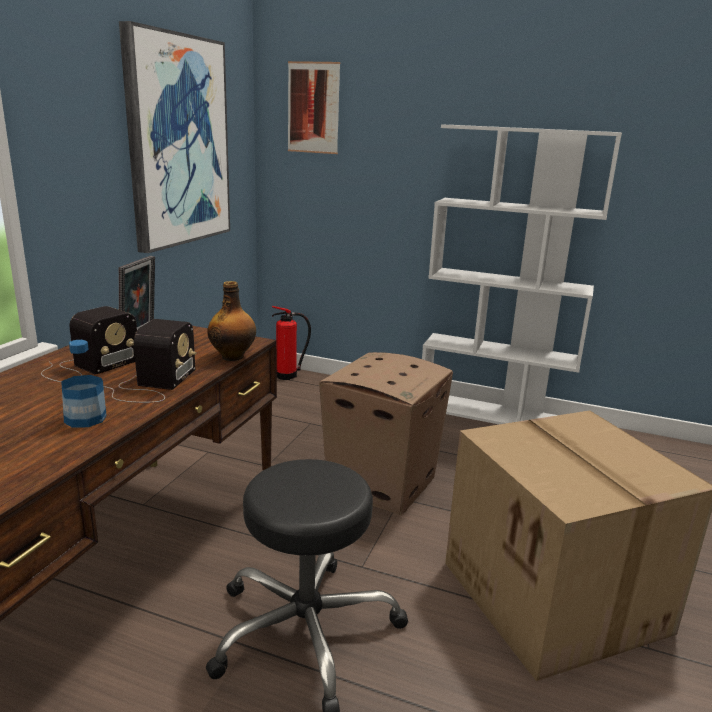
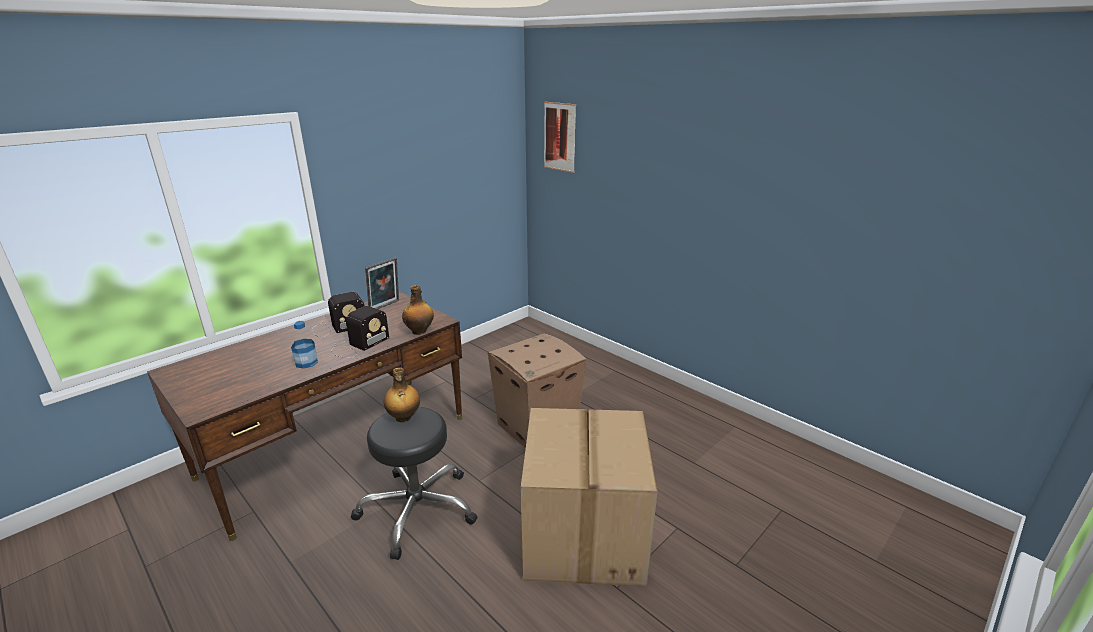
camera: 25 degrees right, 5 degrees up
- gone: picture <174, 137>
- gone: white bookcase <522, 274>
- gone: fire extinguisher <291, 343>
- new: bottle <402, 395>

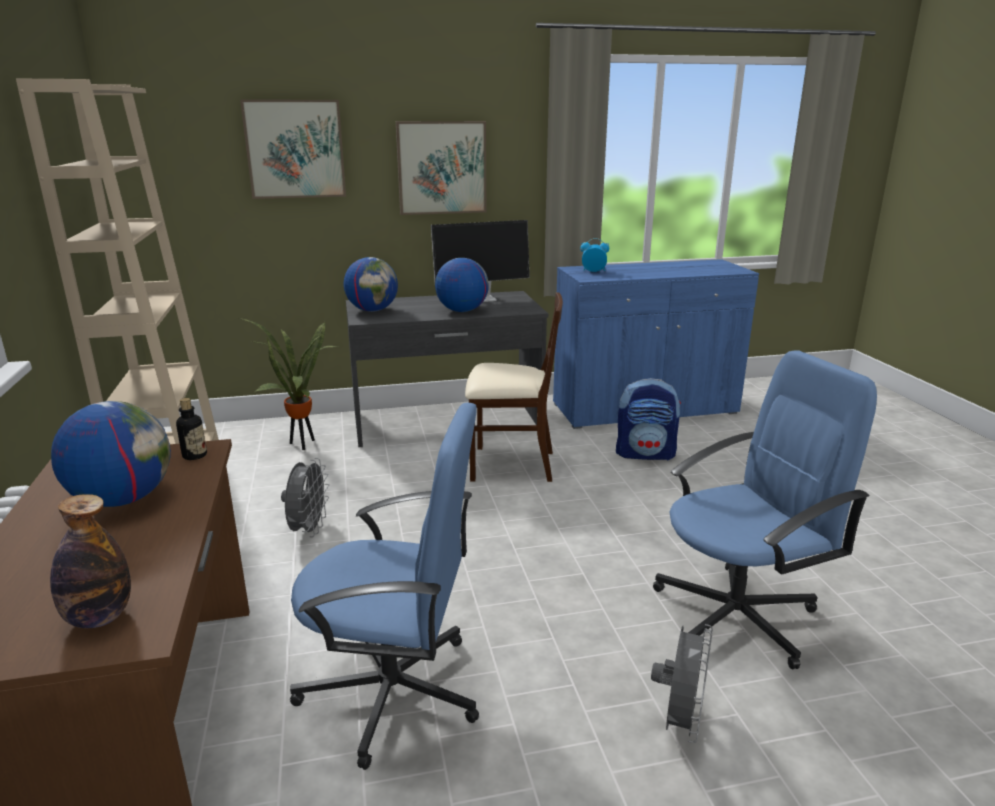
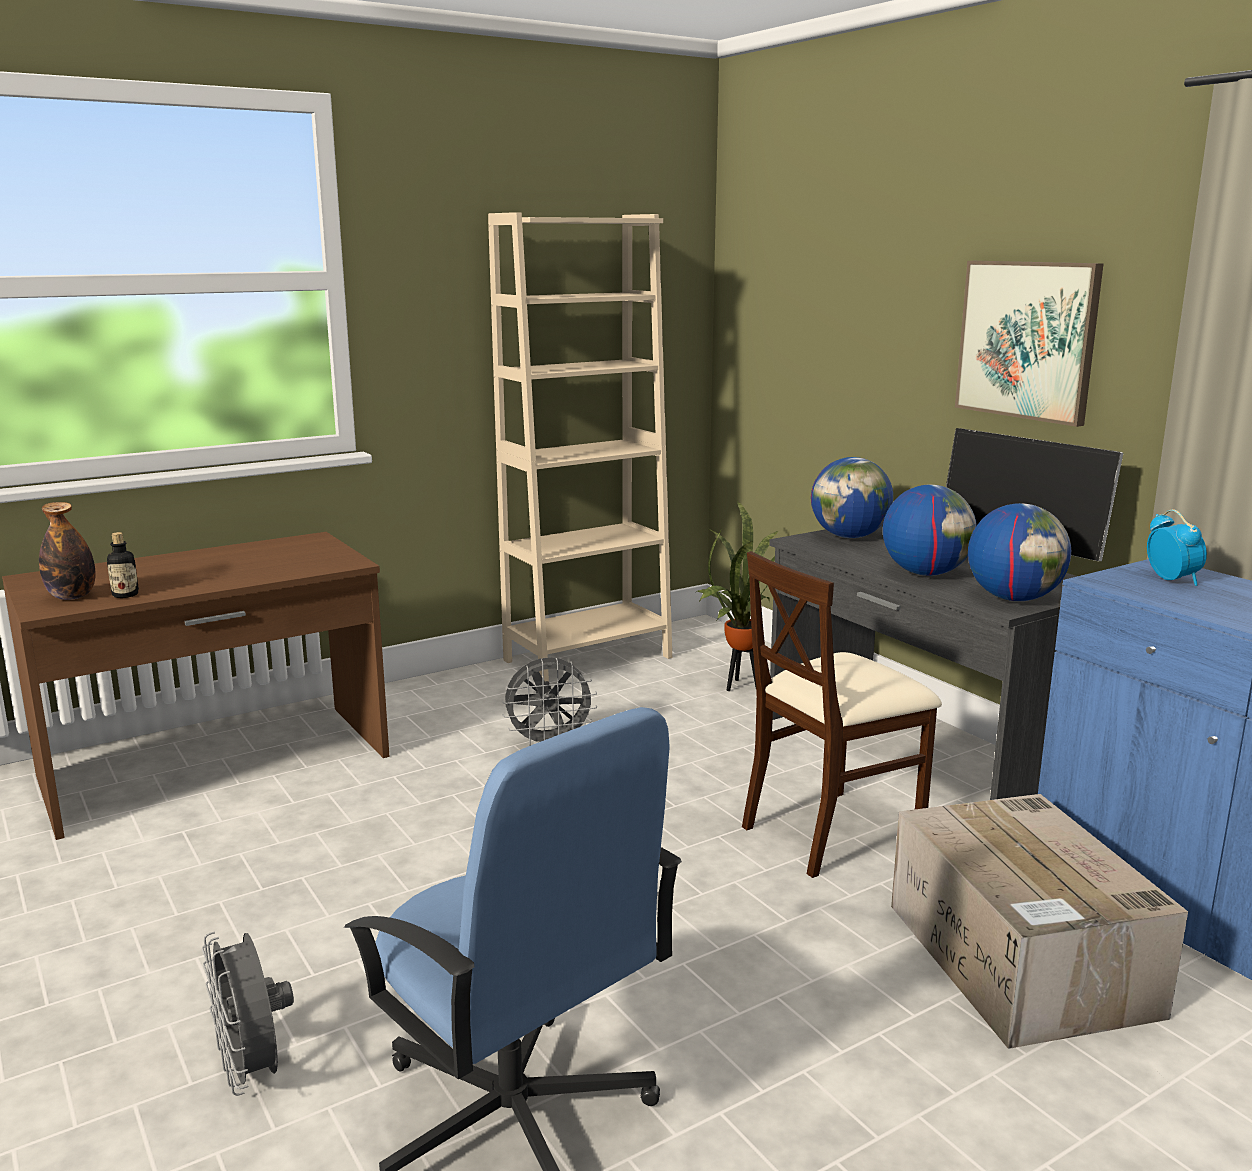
camera: 70 degrees right, 5 degrees down
- gone: picture <293, 149>
- rotated: beige chair <514, 387> = <842, 714> 75 degrees clockwise
- swapped: backpack <648, 419> to cardboard box <1039, 921>
- shifted: bottle <191, 429> to <123, 565>
- shifted: globe <111, 454> to <1019, 552>
- gone: blue office chair <384, 586>
- rotated: grey fan <682, 683> = <248, 1013> 60 degrees clockwise

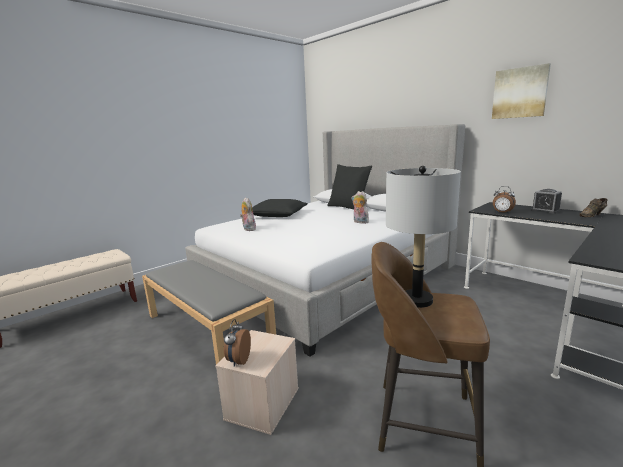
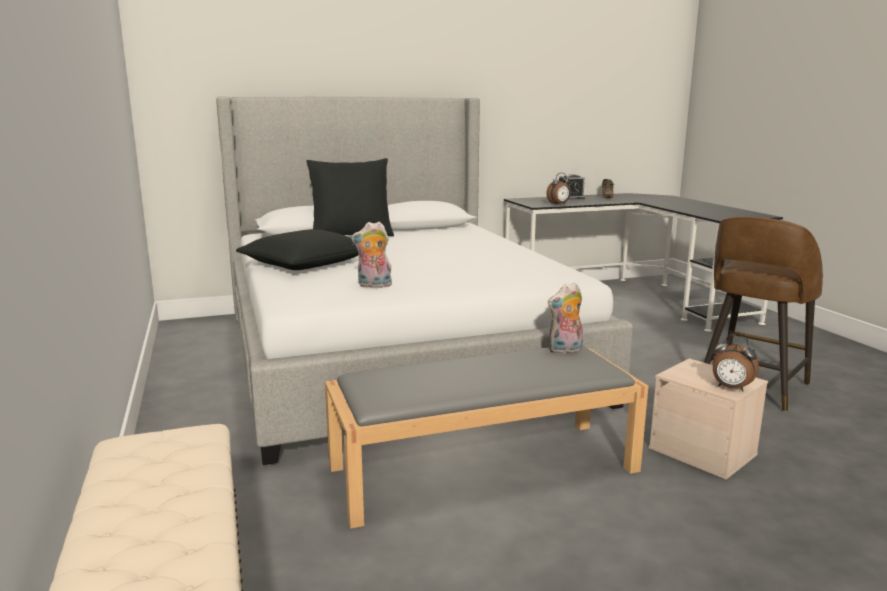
camera: 65 degrees left, 0 degrees up
- gone: picture <521, 91>
- gone: grey table lamp <423, 237>
- shifted: plush toy <360, 207> to <565, 318>

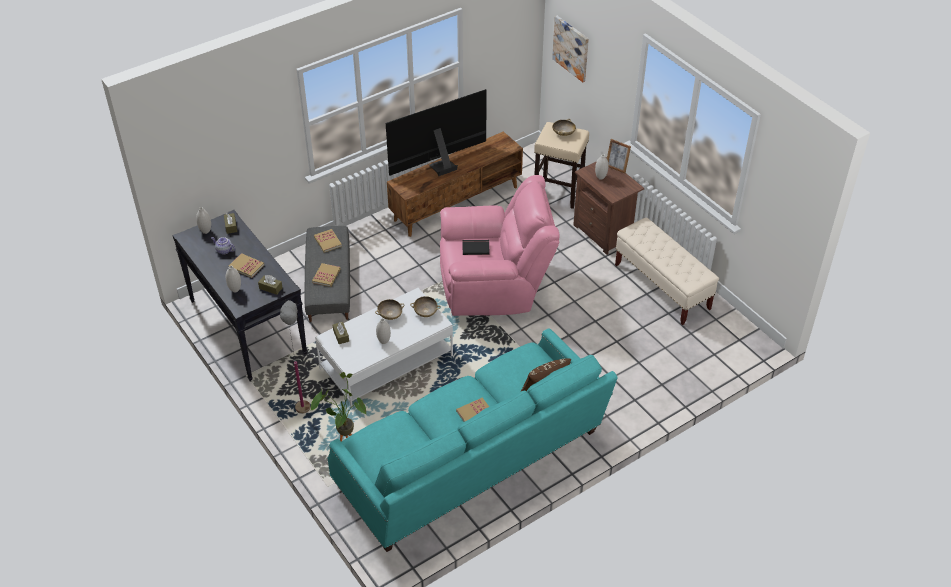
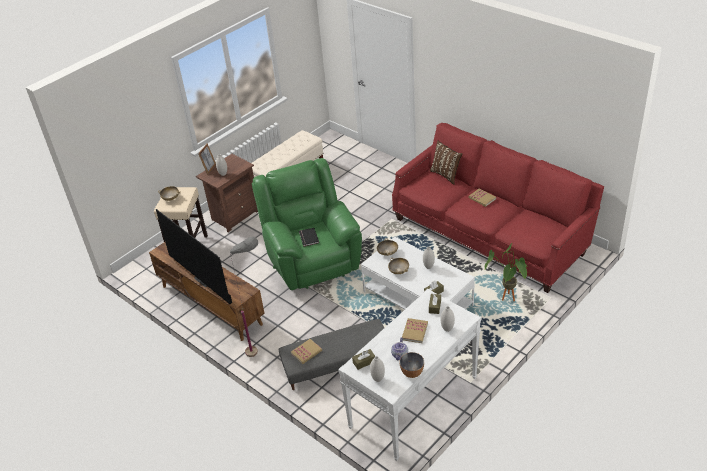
camera: 100 degrees left, 5 degrees down
- gone: picture <570, 49>
- repainted: pink armchair <500, 245> to green armchair <307, 224>
- repainted: black console table <239, 295> to white console table <409, 375>
- gone: book <326, 275>
- shifted: grey floor lamp <295, 357> to <244, 297>
- repainted: turquoise sofa <472, 440> to red sofa <498, 208>
- new: bowl <411, 365>

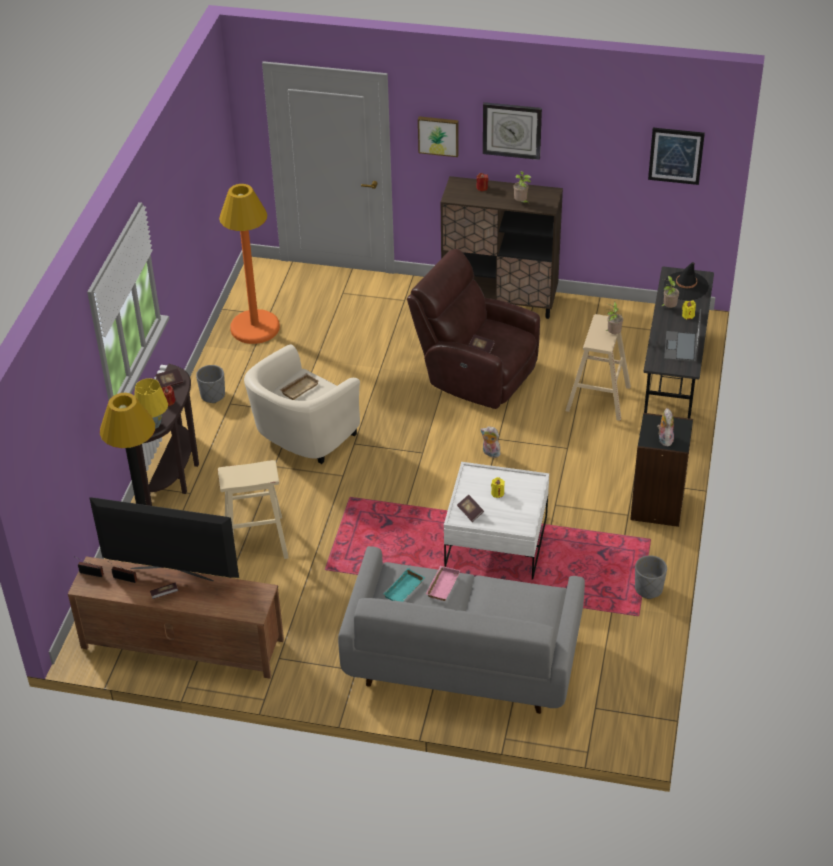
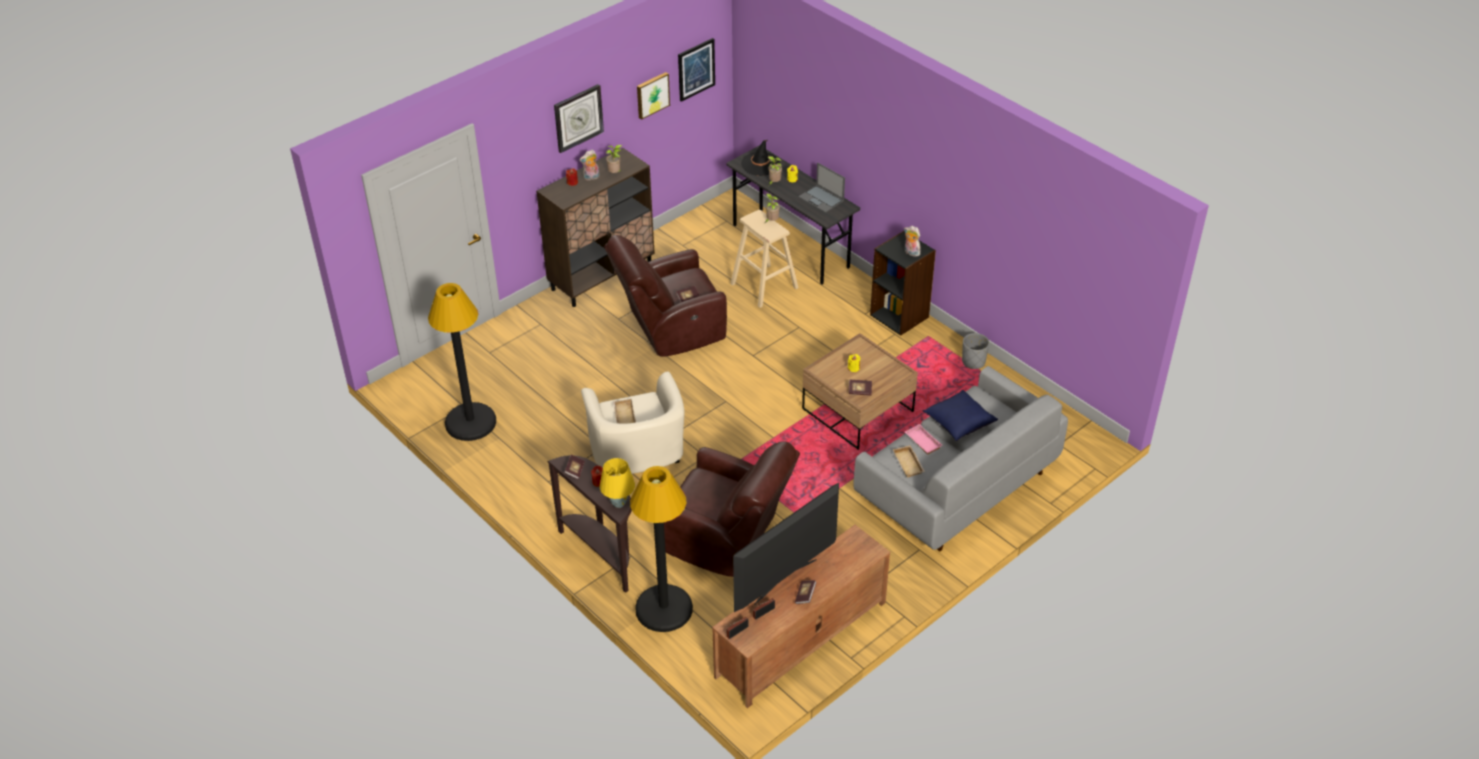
camera: 55 degrees left, 0 degrees up
- shifted: picture <438, 136> to <653, 96>
- repainted: orange floor lamp <249, 264> to black floor lamp <462, 362>
- gone: grey planter <210, 384>
- shifted: plush toy <490, 442> to <589, 165>
- swapped: beige stool <253, 509> to brown armchair <732, 509>
- repainted: white coffee table <496, 520> to brown coffee table <860, 391>
- repainted: turquoise tray <404, 585> to beige tray <909, 461>
- new: blue pillow <960, 415>

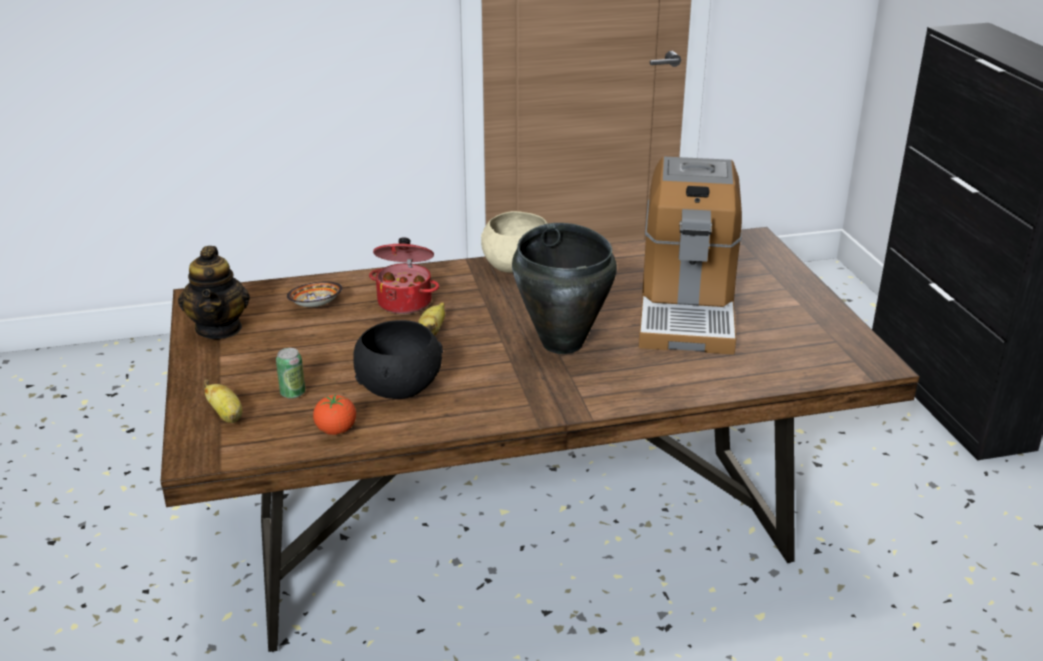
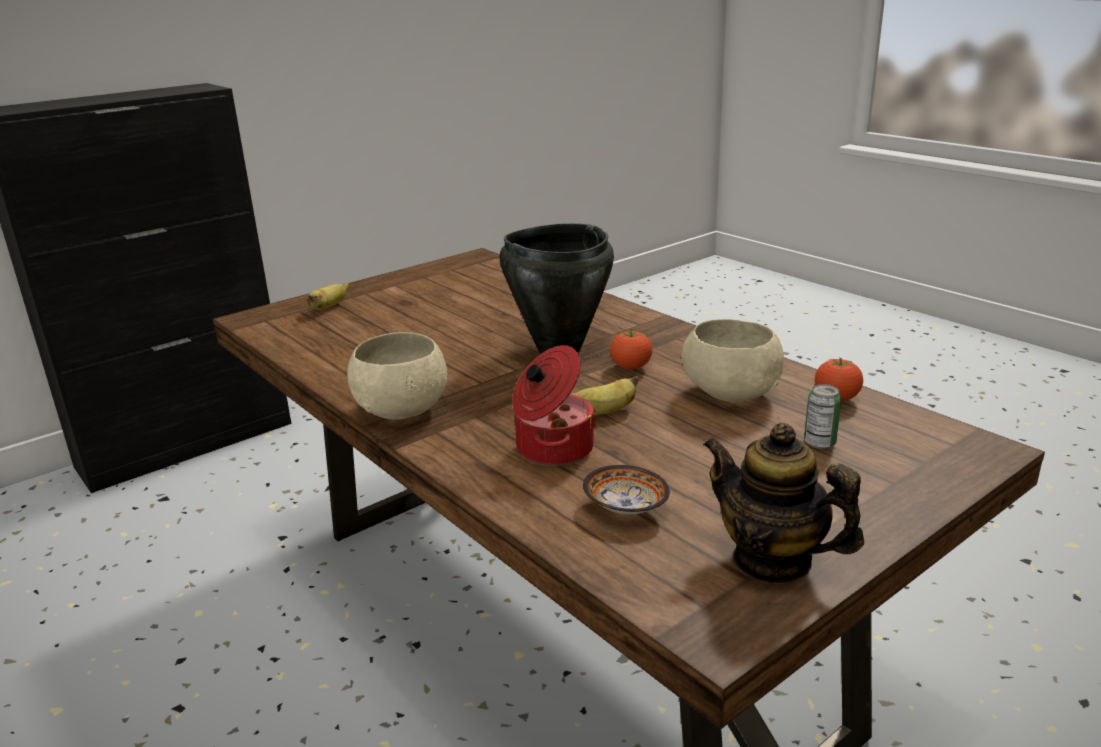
camera: 115 degrees left, 5 degrees down
- gone: coffee machine <690, 256>
- rotated: teapot <214, 292> = <783, 503> 105 degrees counterclockwise
- repainted: black bowl <398, 359> to beige bowl <732, 361>
- shifted: banana <222, 401> to <328, 296>
- new: tomato <631, 350>

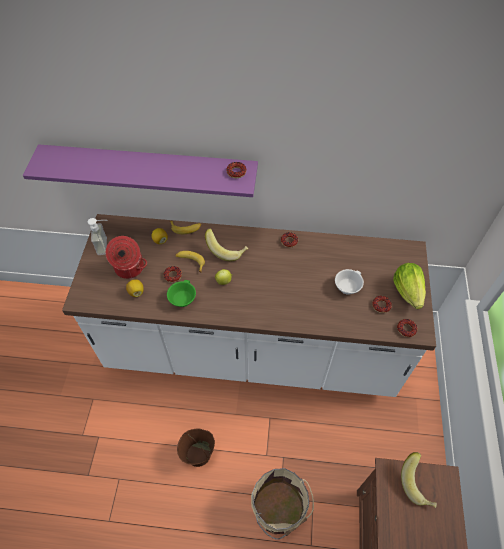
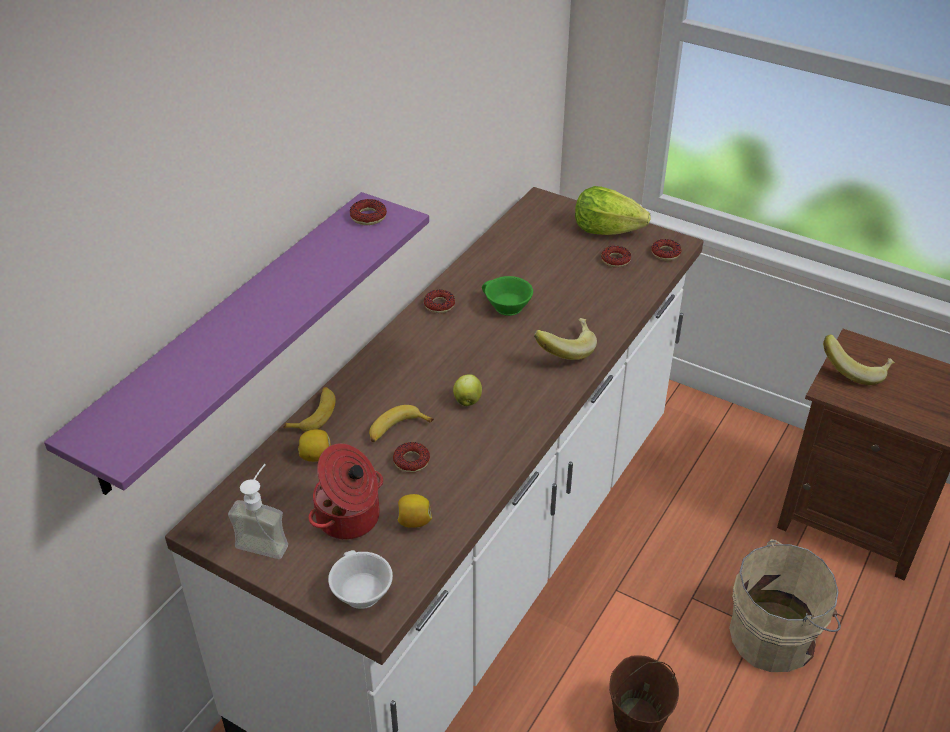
camera: 65 degrees left, 15 degrees down
- shifted: banana <226, 245> to <565, 339>
- shifted: white cup <349, 282> to <360, 579>
- shifted: green cup <181, 293> to <507, 296>

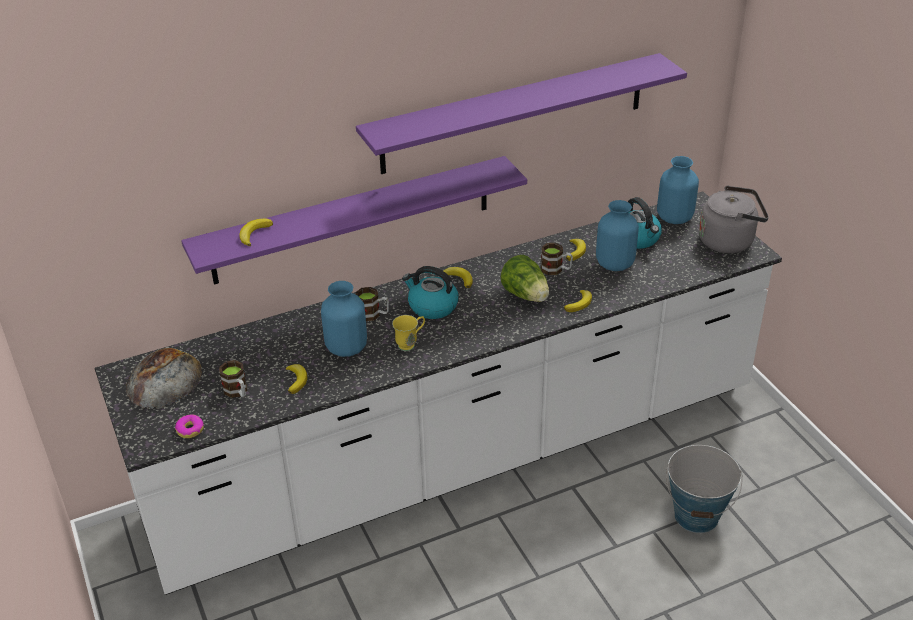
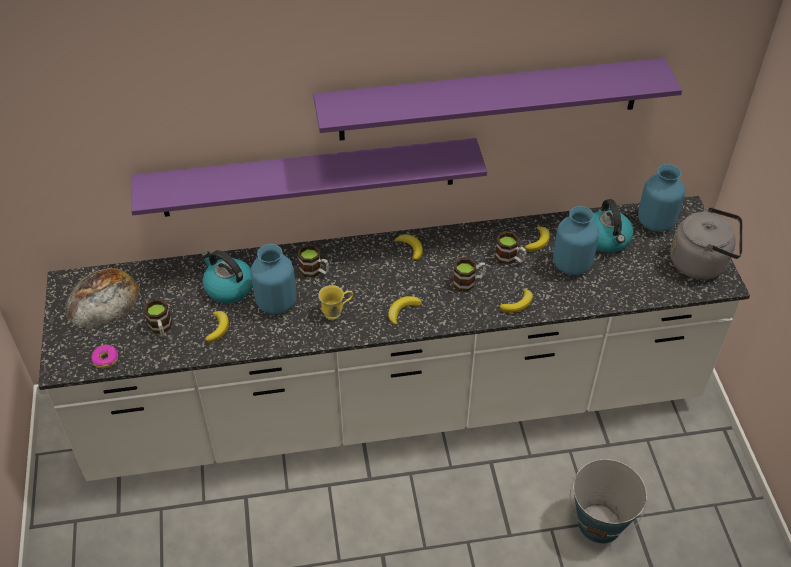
camera: 15 degrees right, 10 degrees up
- shifted: banana <256, 232> to <405, 311>
- swapped: lettuce <525, 278> to mug <469, 275>
- shifted: kettle <430, 292> to <227, 276>

